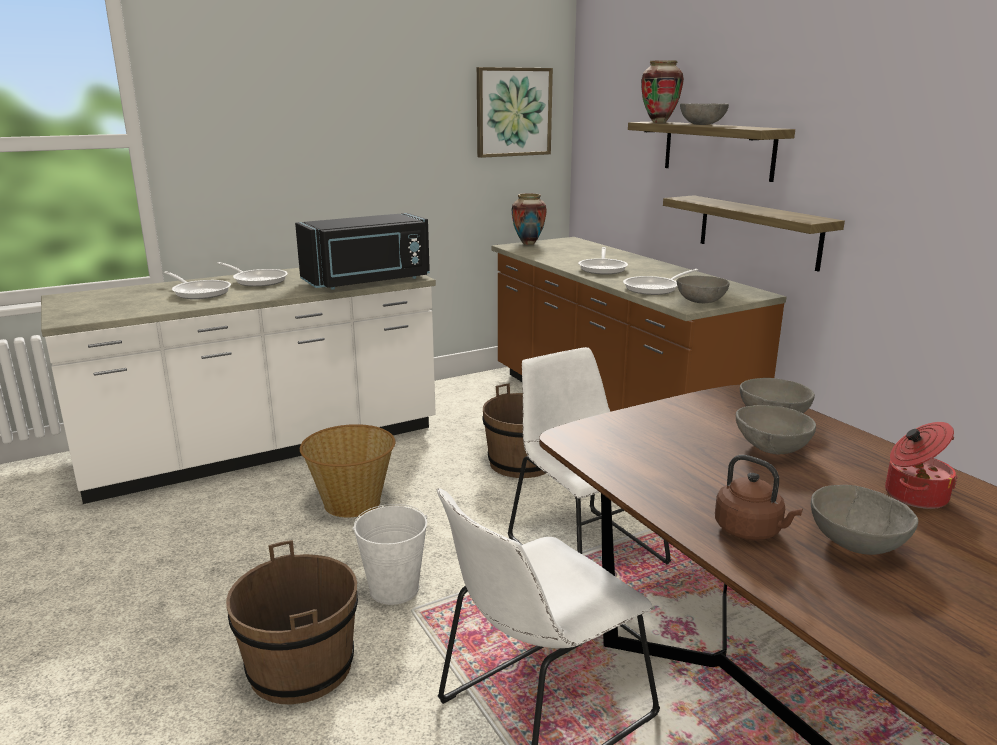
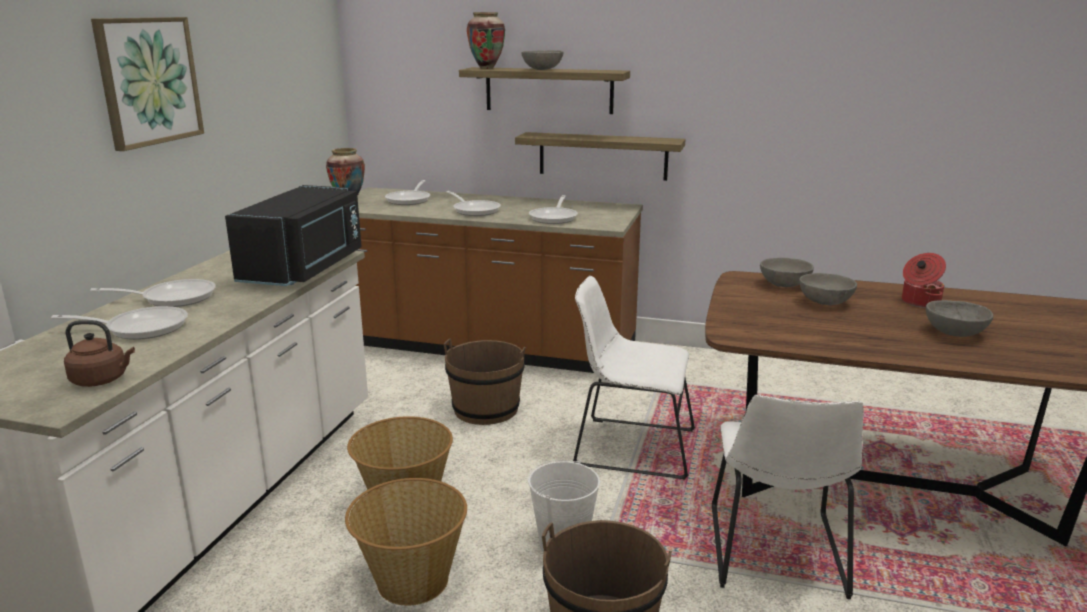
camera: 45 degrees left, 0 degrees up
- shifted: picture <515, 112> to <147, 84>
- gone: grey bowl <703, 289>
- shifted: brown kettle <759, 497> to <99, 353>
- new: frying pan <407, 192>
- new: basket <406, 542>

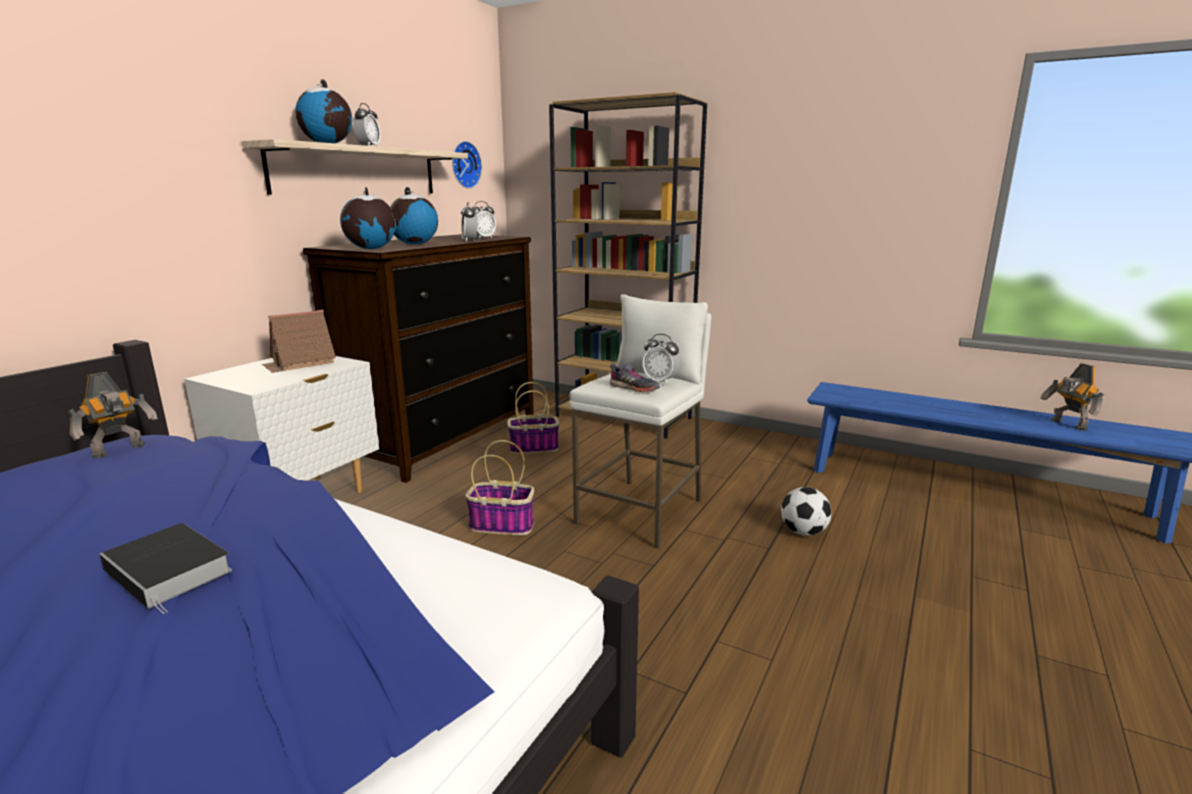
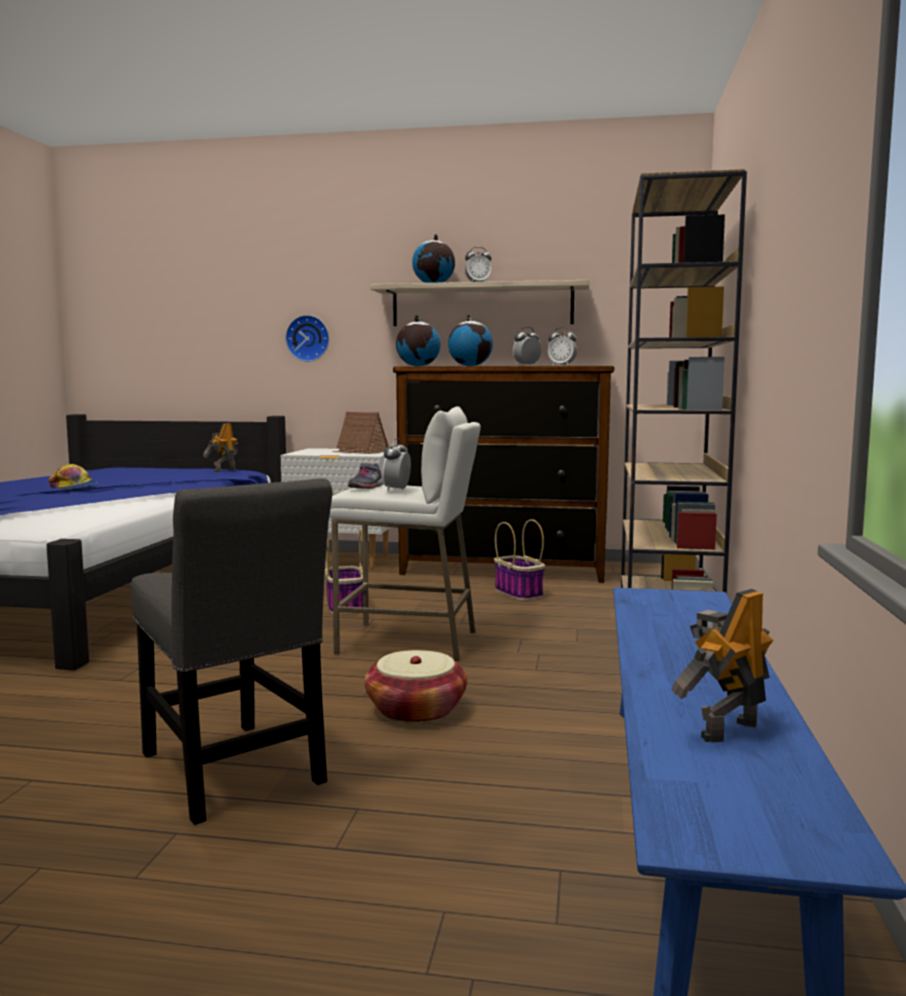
camera: 70 degrees right, 10 degrees down
- shifted: wall clock <467, 164> to <307, 338>
- rotated: toy robot <113, 415> = <220, 447> 105 degrees clockwise
- swapped: football <806, 511> to basket <415, 687>
- swapped: book <165, 568> to cap <72, 477>
- new: grey chair <232, 651>

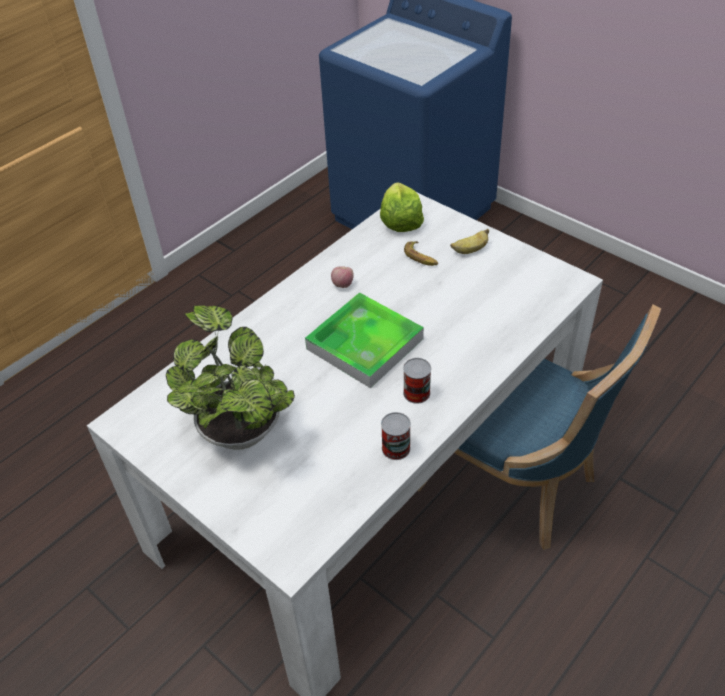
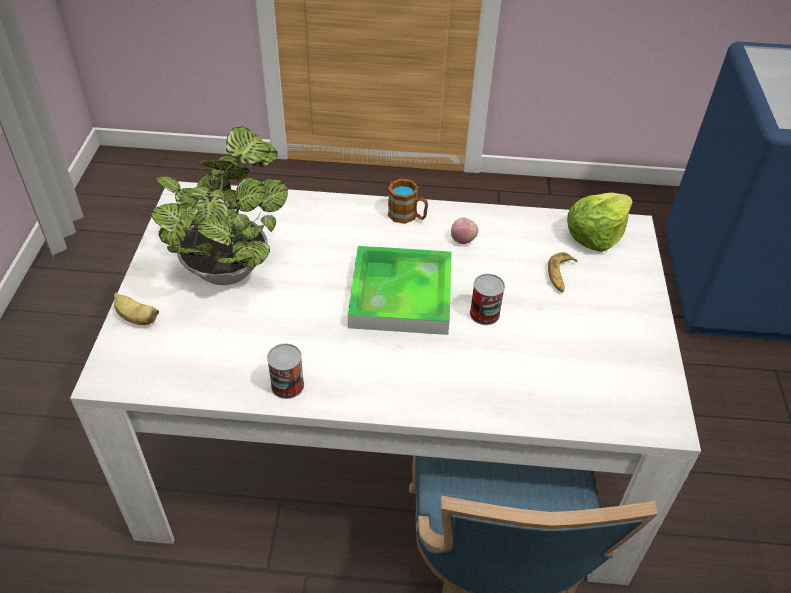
camera: 50 degrees right, 0 degrees up
- shifted: banana <469, 241> to <136, 308>
- shifted: can <417, 381> to <487, 299>
- new: mug <408, 201>

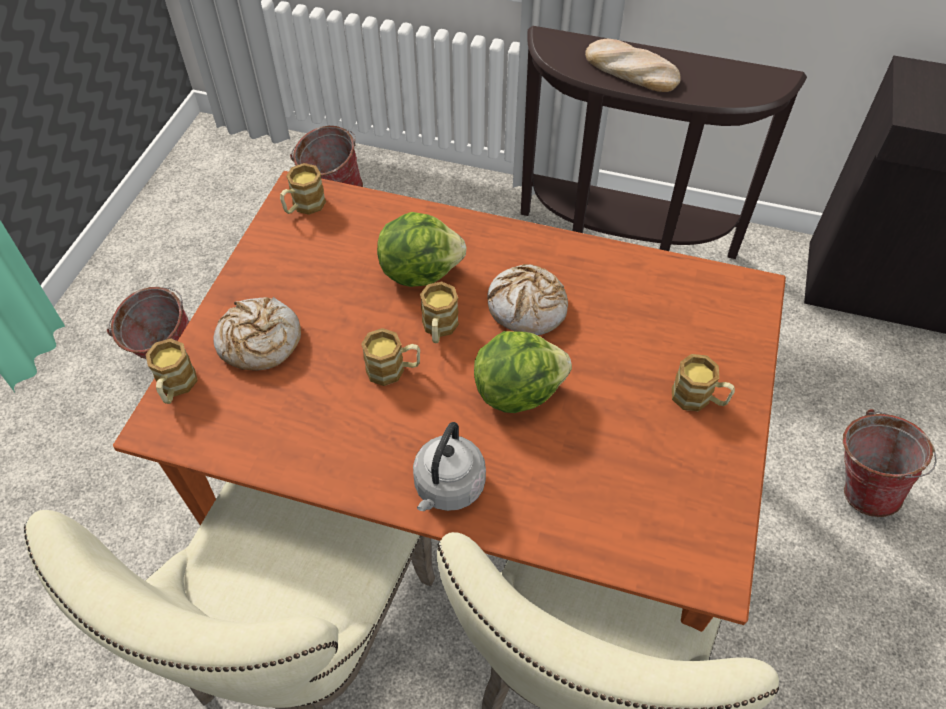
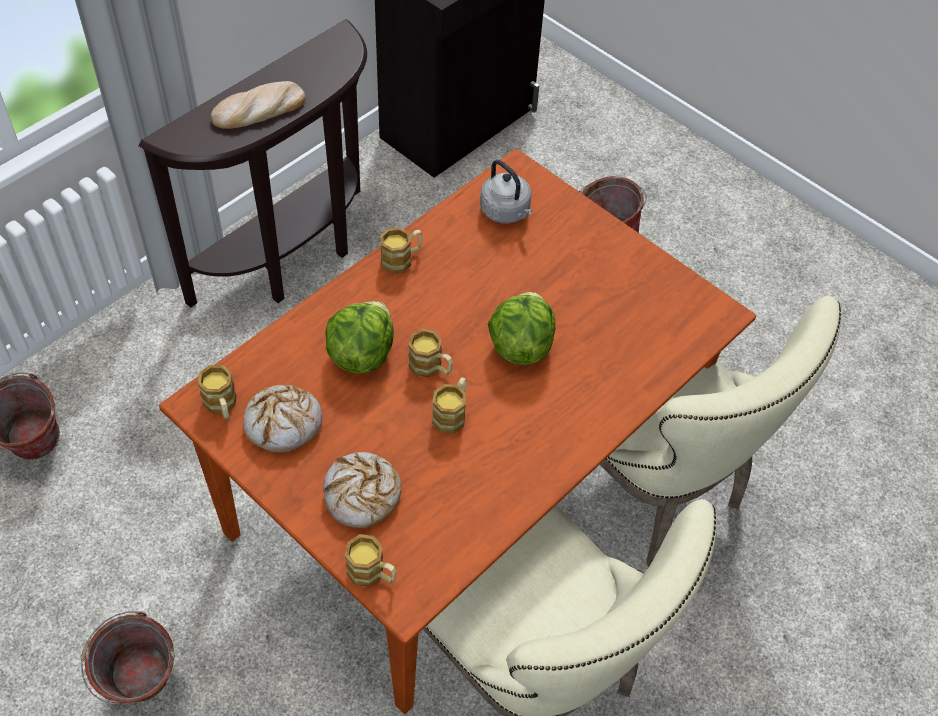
camera: 65 degrees left, 0 degrees up
- shifted: bread <527, 299> to <282, 419>
- shifted: mug <703, 382> to <401, 250>
- shifted: grey kettle <449, 466> to <506, 192>

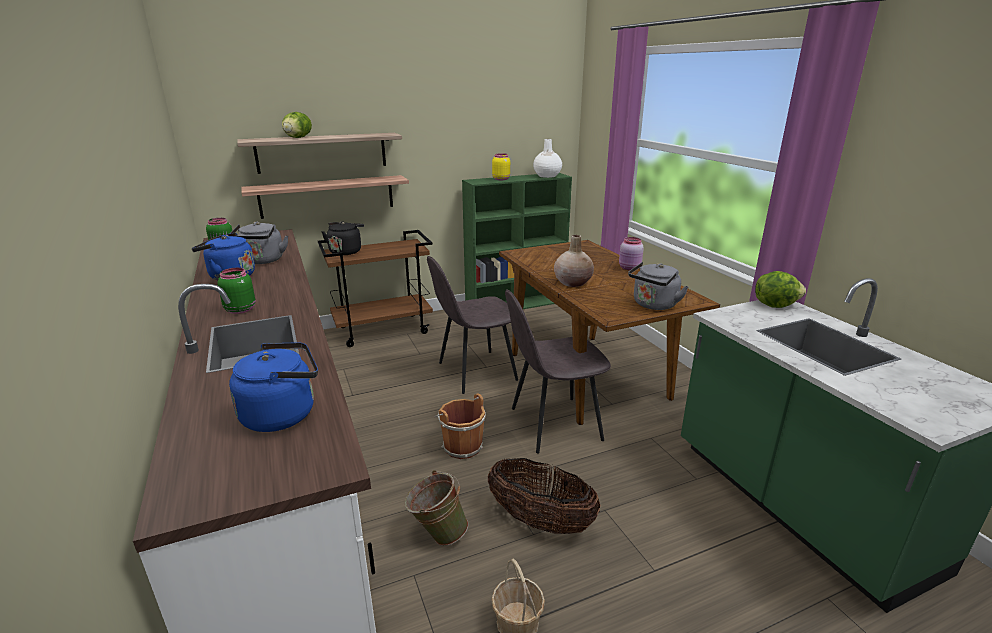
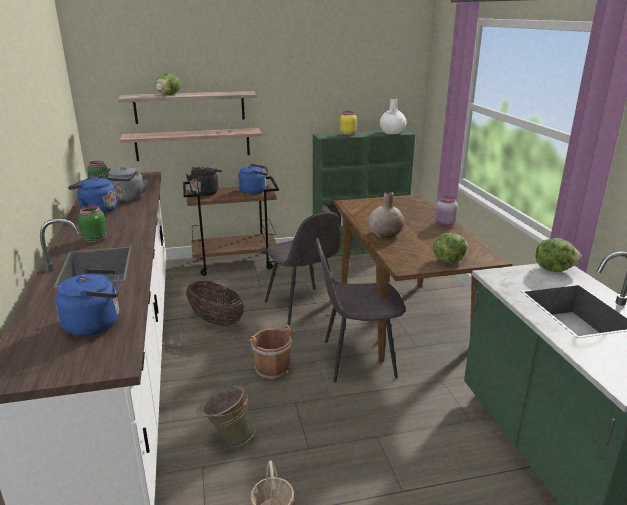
camera: 10 degrees right, 0 degrees up
- rotated: grey chair <472, 325> = <302, 268> 105 degrees counterclockwise
- swapped: grey kettle <658, 286> to lettuce <450, 248>
- shifted: basket <544, 496> to <215, 304>
- new: blue kettle <253, 179>

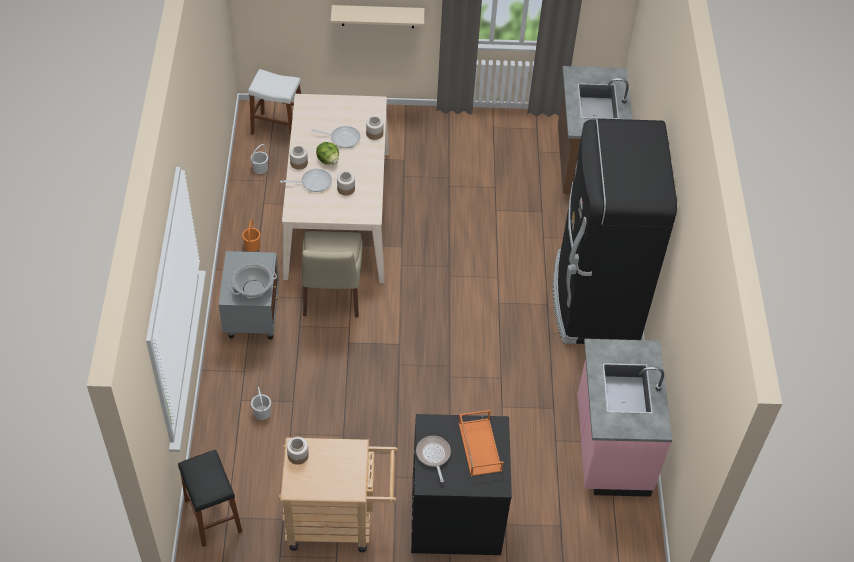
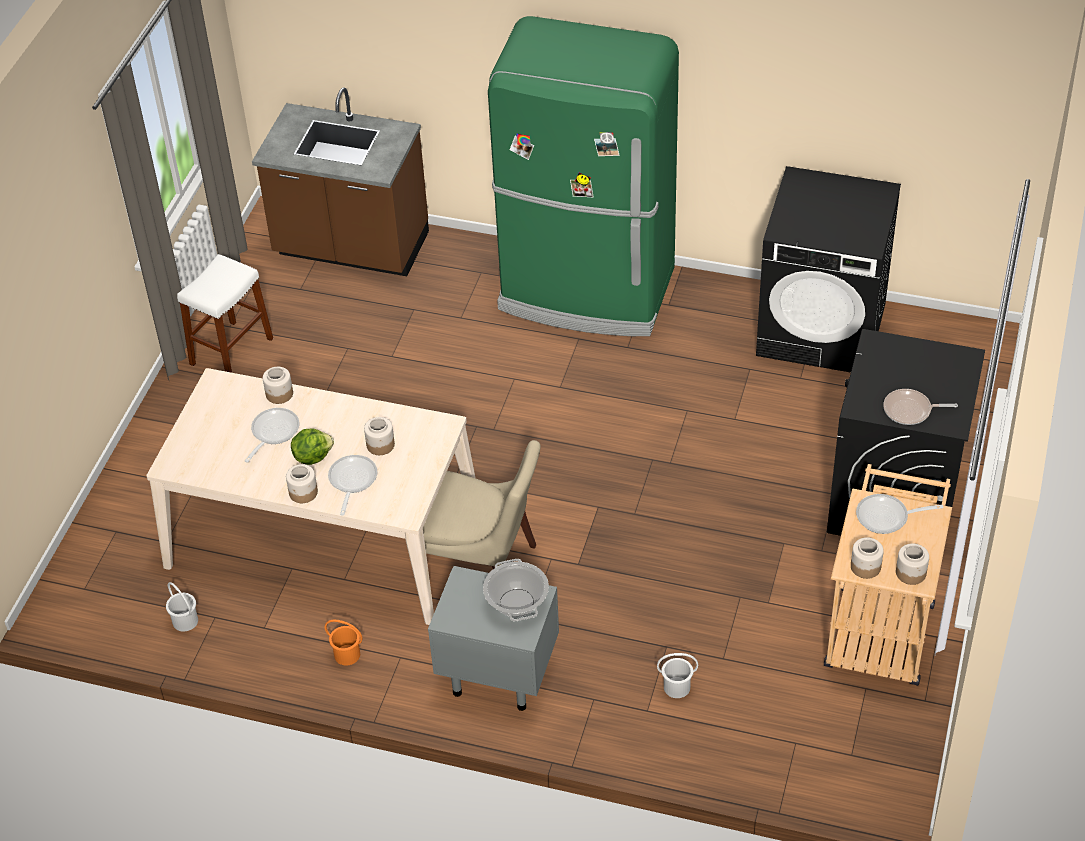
camera: 70 degrees left, 5 degrees down
- gone: beige shelf <377, 16>
- shifted: white stool <274, 103> to <225, 313>
- repainted: black fridge <615, 231> to green fridge <583, 176>
- swapped: pink counter <625, 418> to black washing machine <828, 269>
- gone: orange tray <481, 443>
- gone: black stool <210, 498>
- new: frying pan <899, 514>
- new: jar <912, 564>

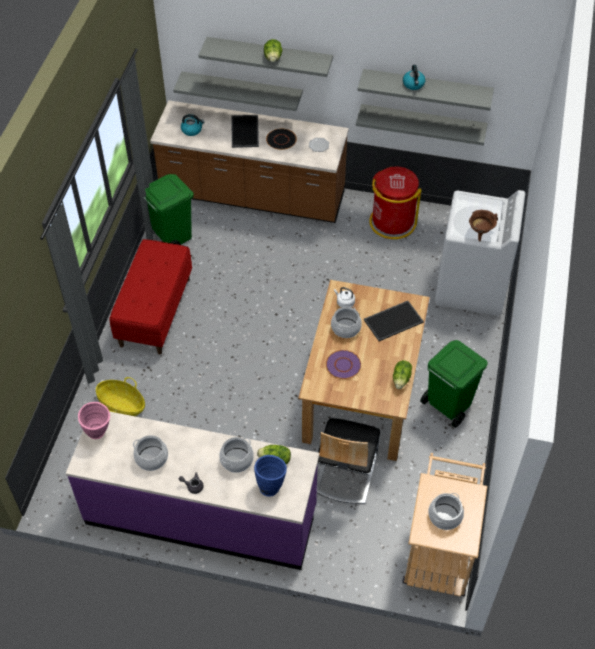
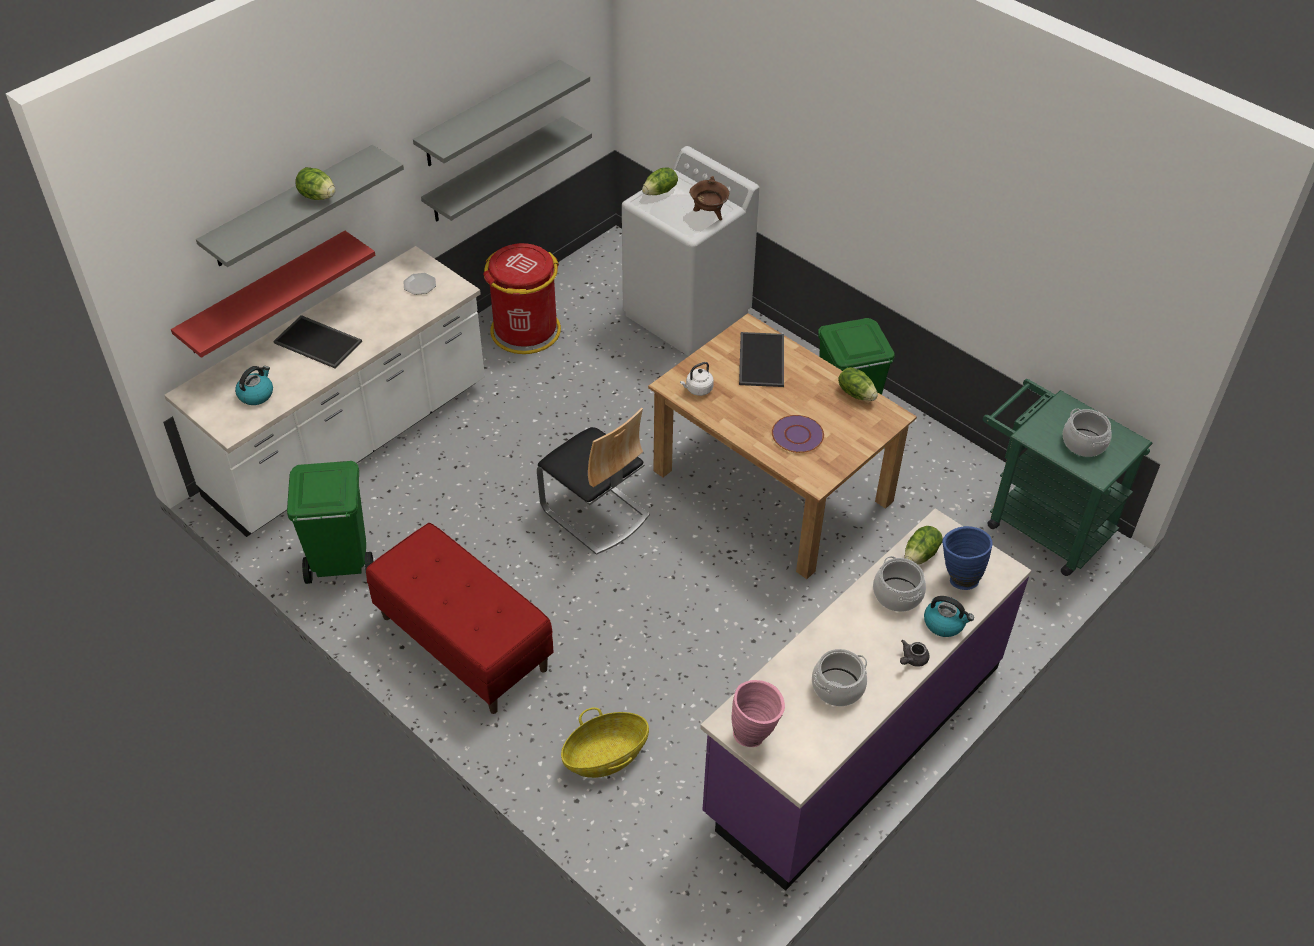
camera: 60 degrees left, 5 degrees down
- shifted: kettle <414, 77> to <949, 616>
- repainted: grey shelf <238, 91> to red shelf <273, 294>
- repainted: brown counter <249, 161> to white counter <324, 391>
- gone: black plate <281, 139>
- gone: cooking pot <346, 322>
- shifted: chair <348, 461> to <593, 481>
- repainted: beige cart <444, 524> to green cart <1067, 477>
- new: lettuce <660, 181>

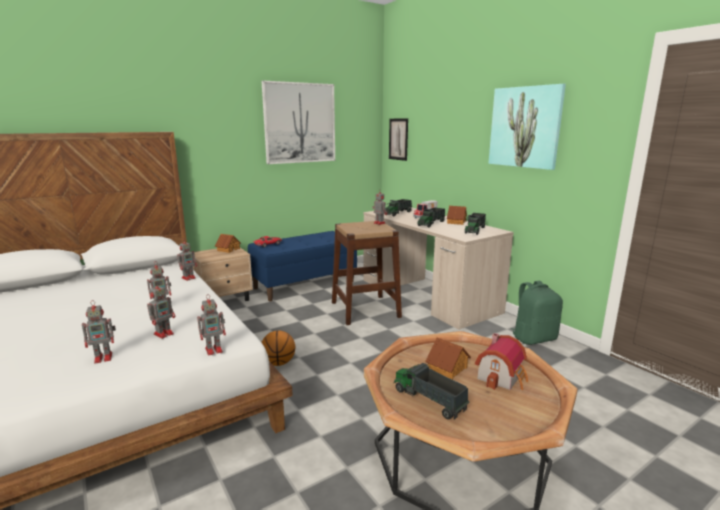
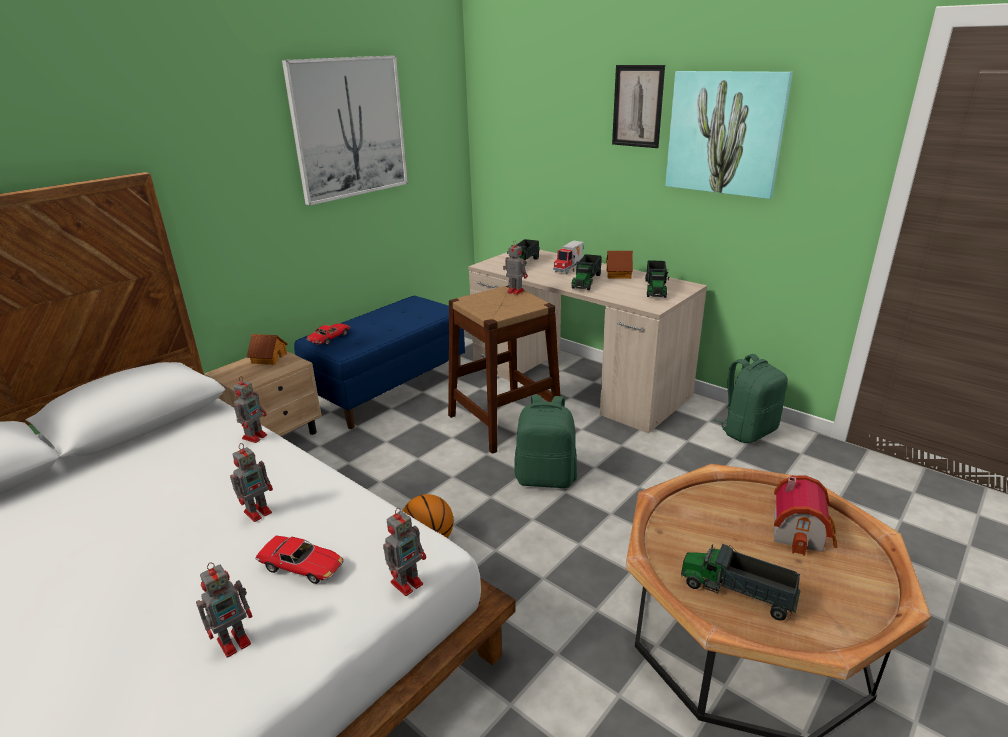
camera: 15 degrees left, 10 degrees up
- shifted: picture <398, 140> to <638, 106>
- swapped: toy robot <161, 310> to toy car <299, 559>
- gone: toy house <448, 358>
- new: green backpack <545, 441>

